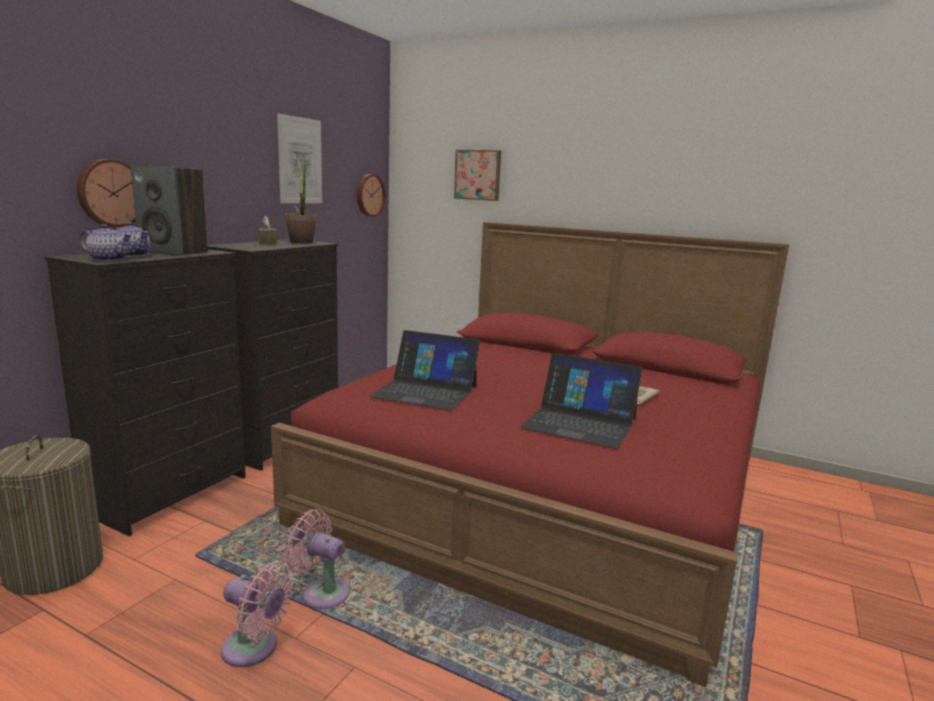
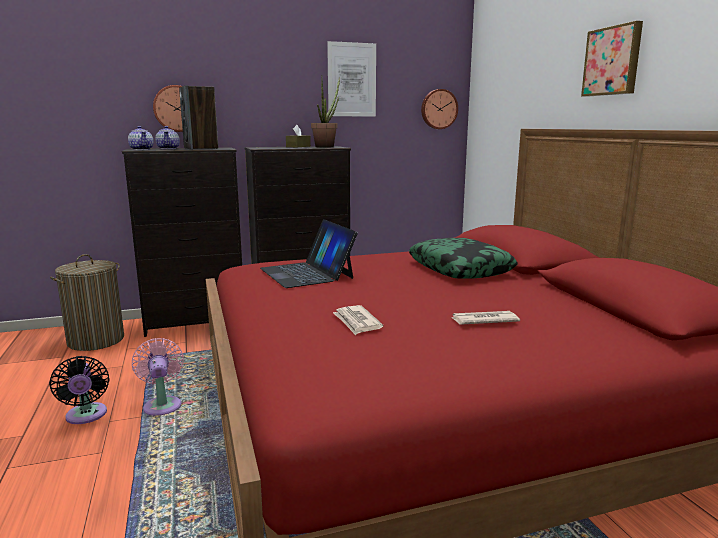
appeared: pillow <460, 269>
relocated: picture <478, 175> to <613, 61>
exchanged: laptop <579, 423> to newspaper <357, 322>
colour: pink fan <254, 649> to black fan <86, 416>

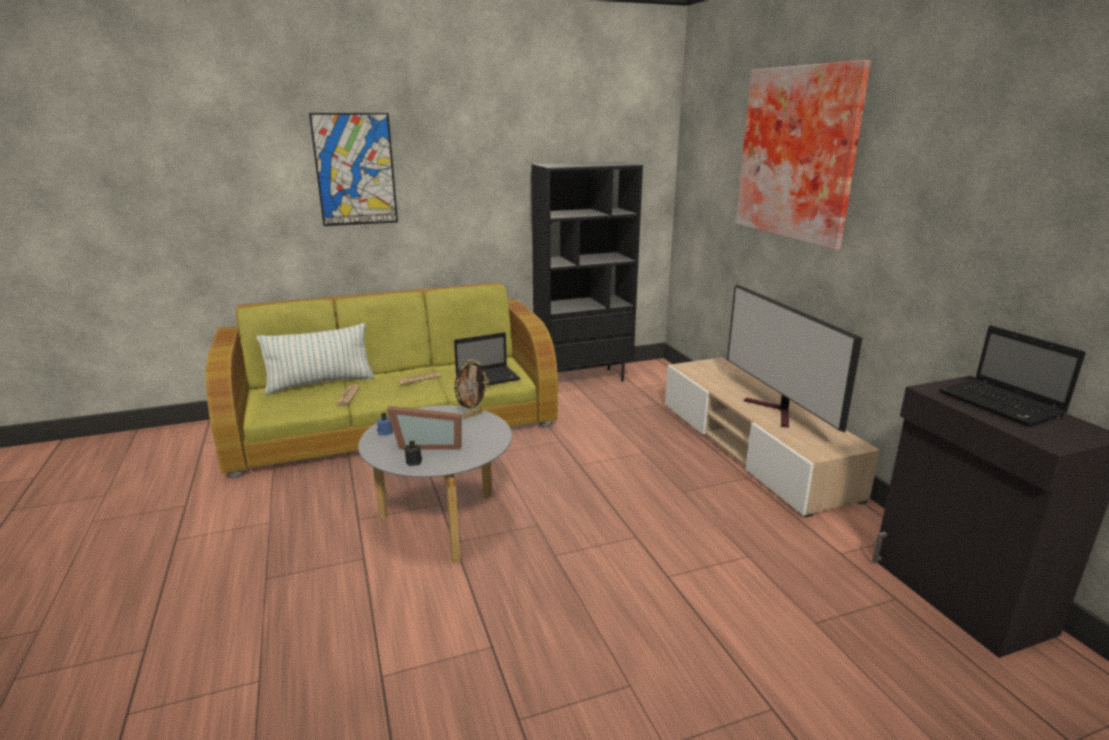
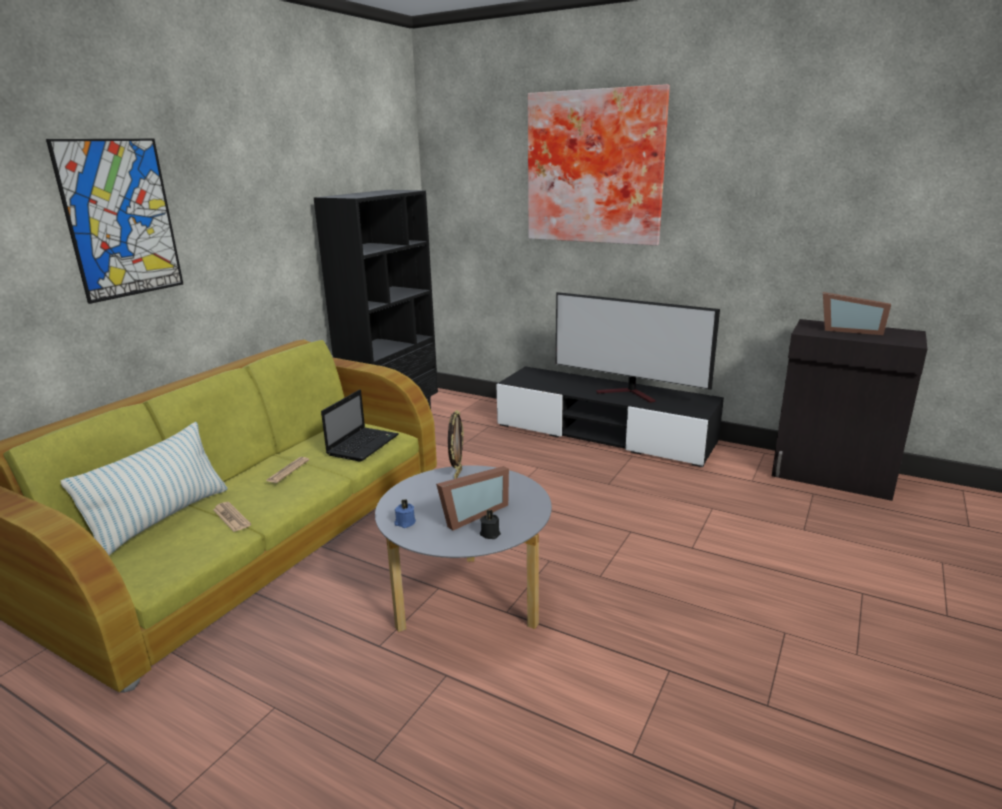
exchanged: laptop <1002, 405> to picture frame <849, 330>
colour: beige tv stand <752, 448> to black tv stand <604, 434>

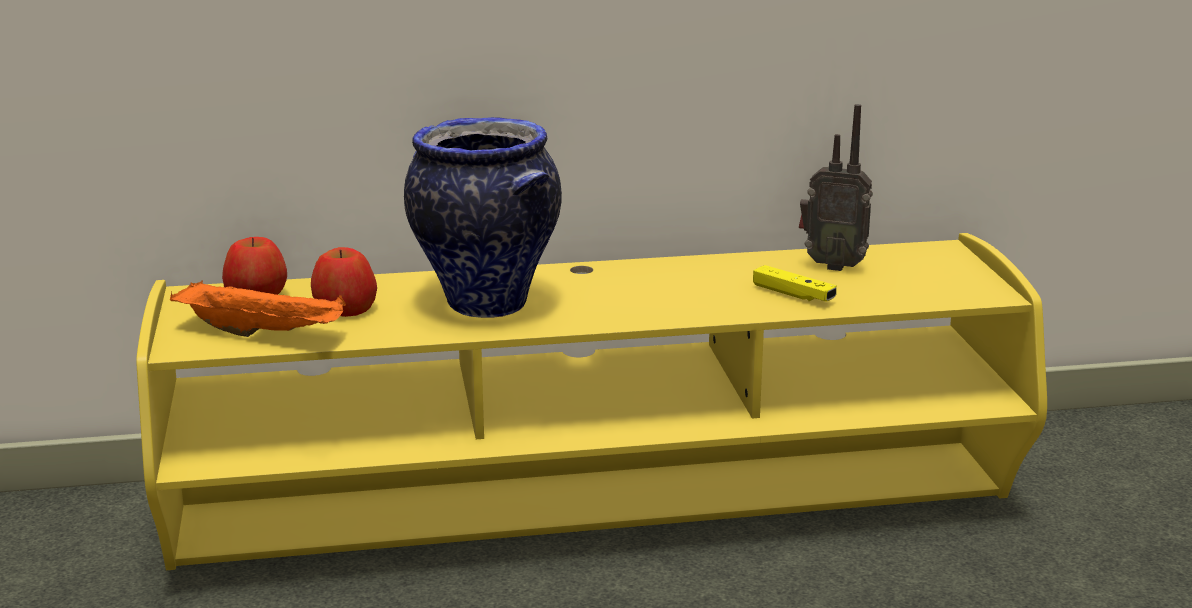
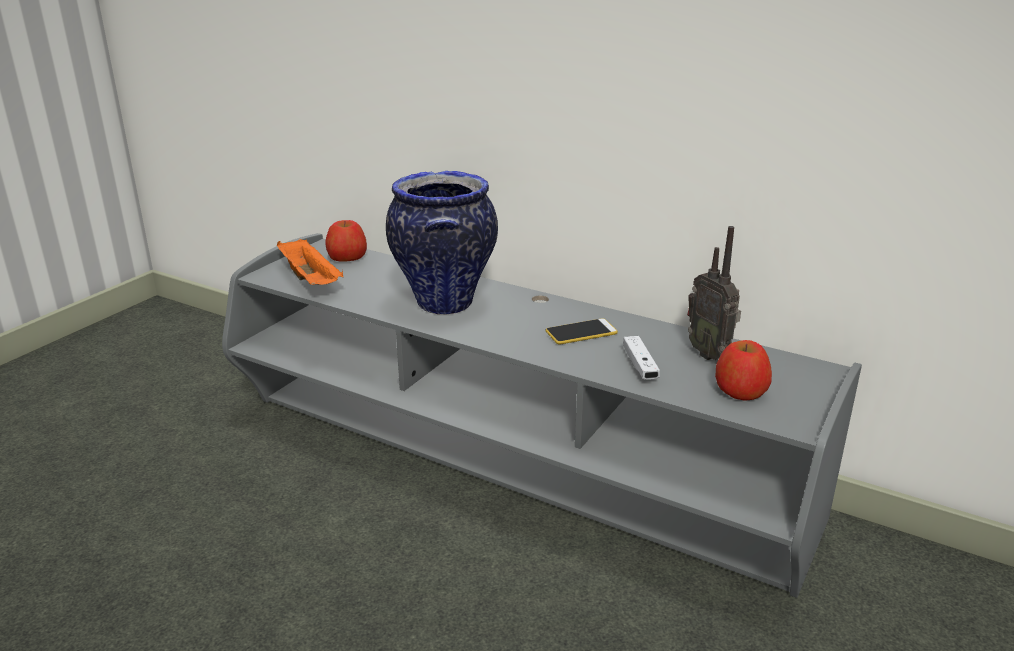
appeared: phone <581, 332>
relocated: apple <345, 308> to <741, 390>
colour: yellow tv stand <597, 507> to grey tv stand <508, 465>; yellow game controller <793, 294> to white game controller <640, 365>

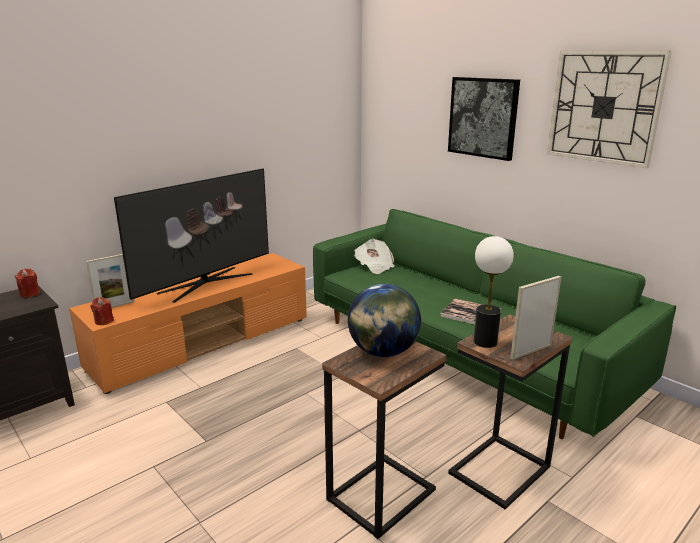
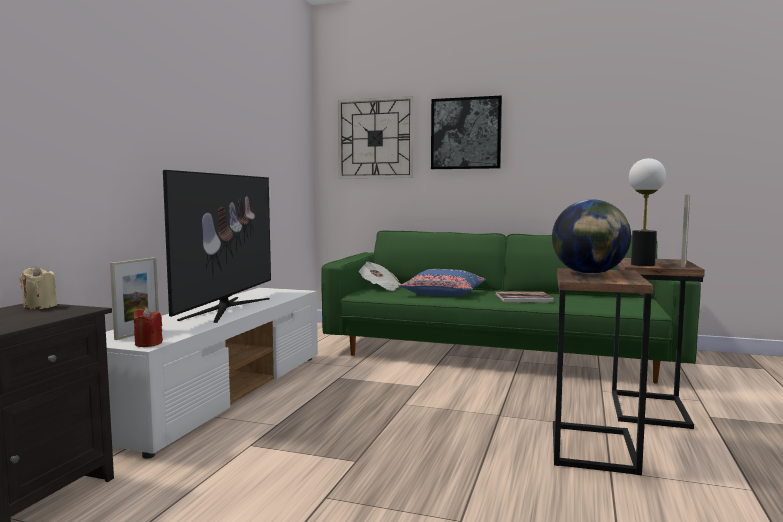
appeared: blue pillow <444, 293>
relocated: wall clock <604, 107> to <375, 138>
colour: orange tv stand <204, 343> to white tv stand <221, 393>; red candle <30, 294> to beige candle <40, 306>

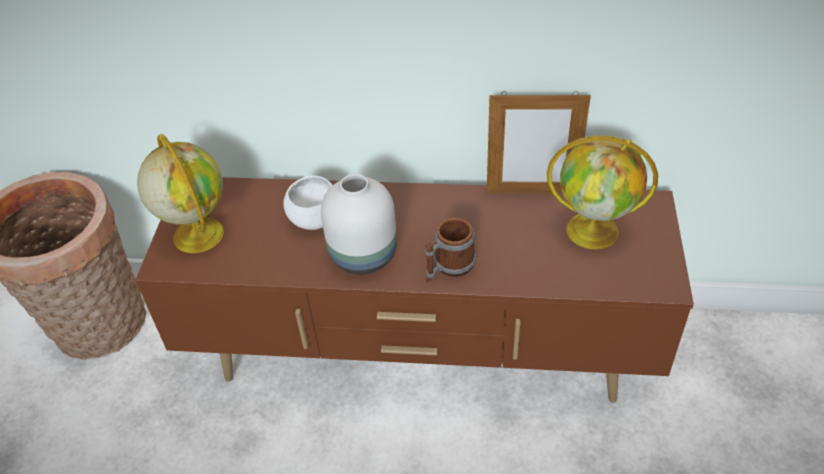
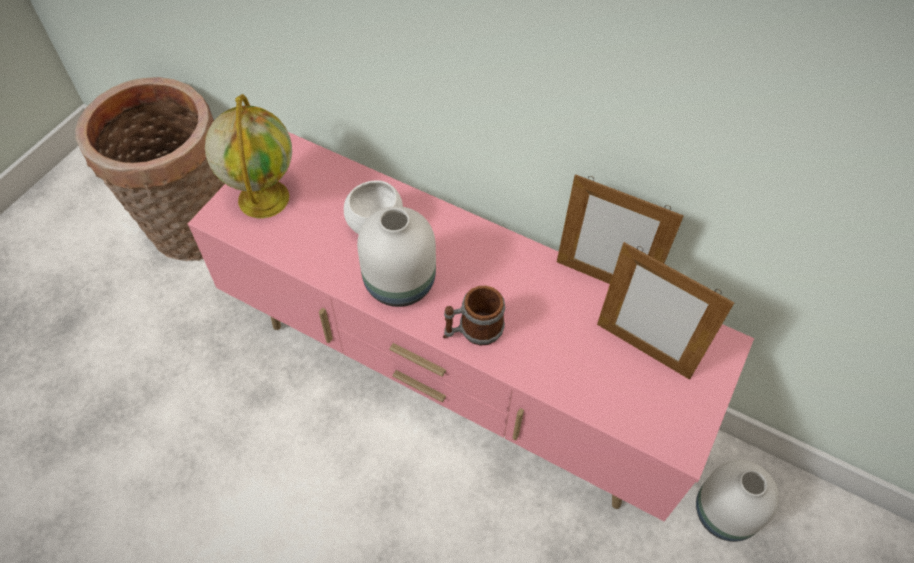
appeared: white vase <722, 514>
exchanged: globe <594, 230> to picture frame <642, 350>
colour: brown tv stand <421, 356> to pink tv stand <456, 379>

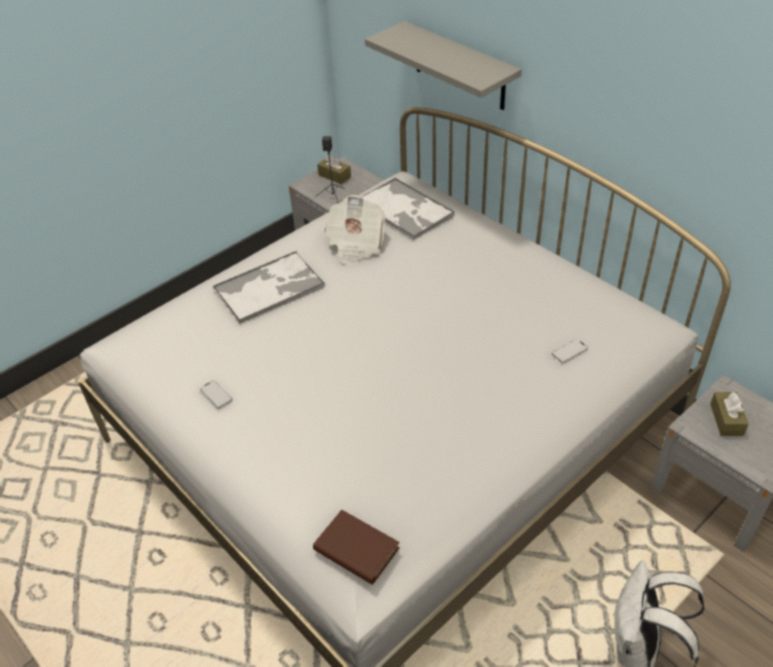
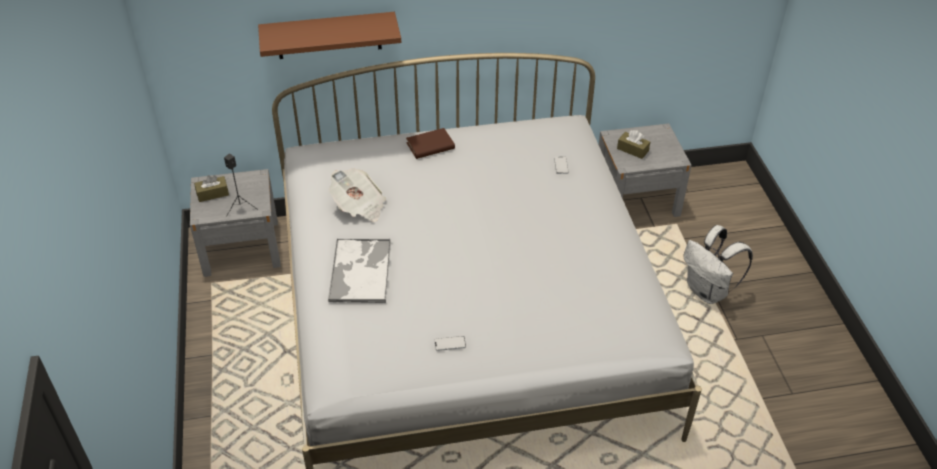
missing: tray <405, 209>
relocated: brown book <356, 549> to <430, 146>
colour: grey shelf <459, 66> to brown shelf <329, 35>

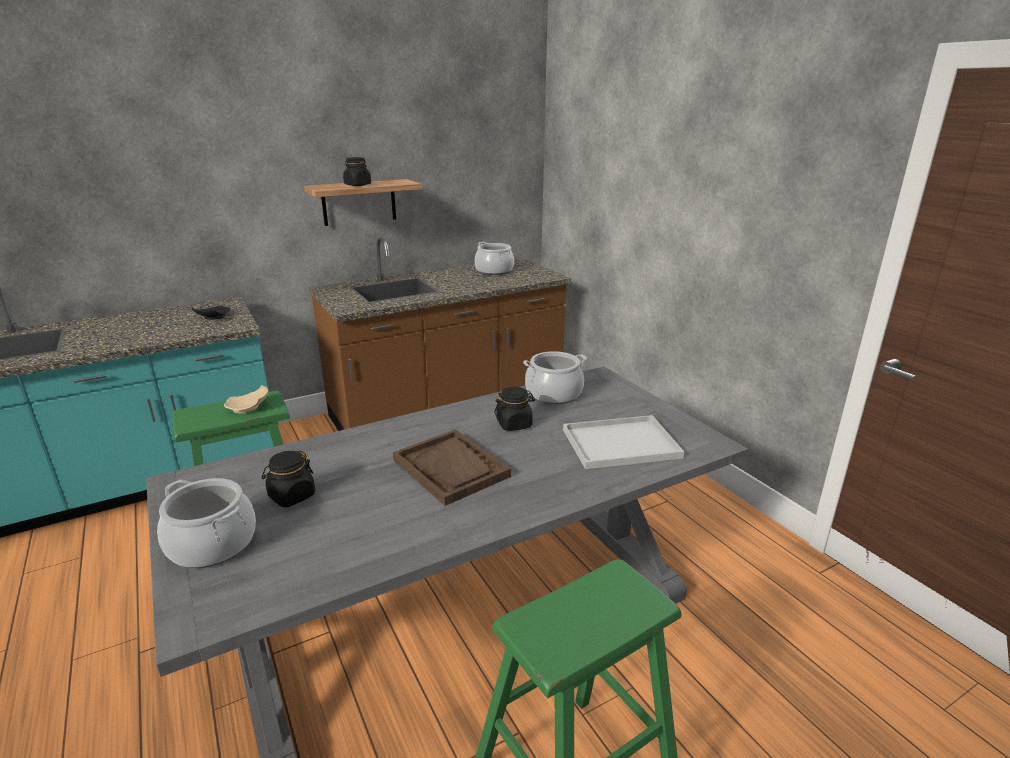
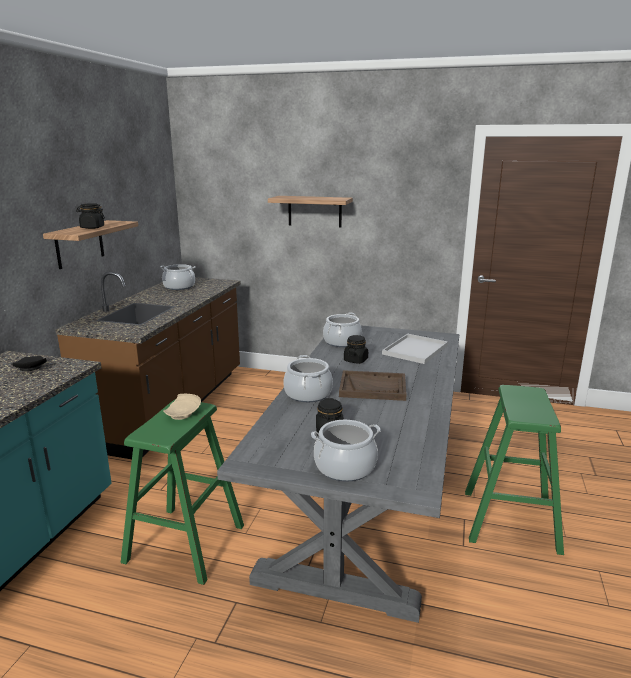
appeared: shelf <314, 211>; cooking pot <308, 394>

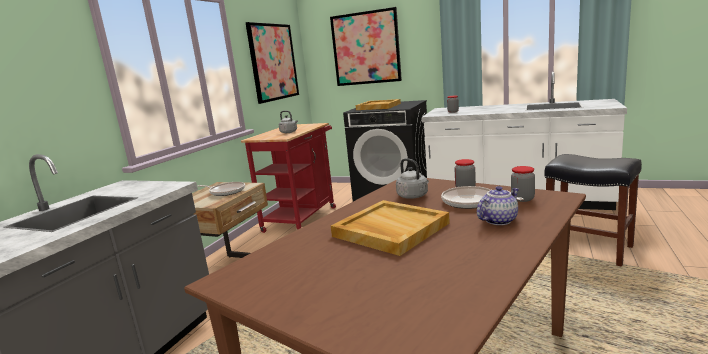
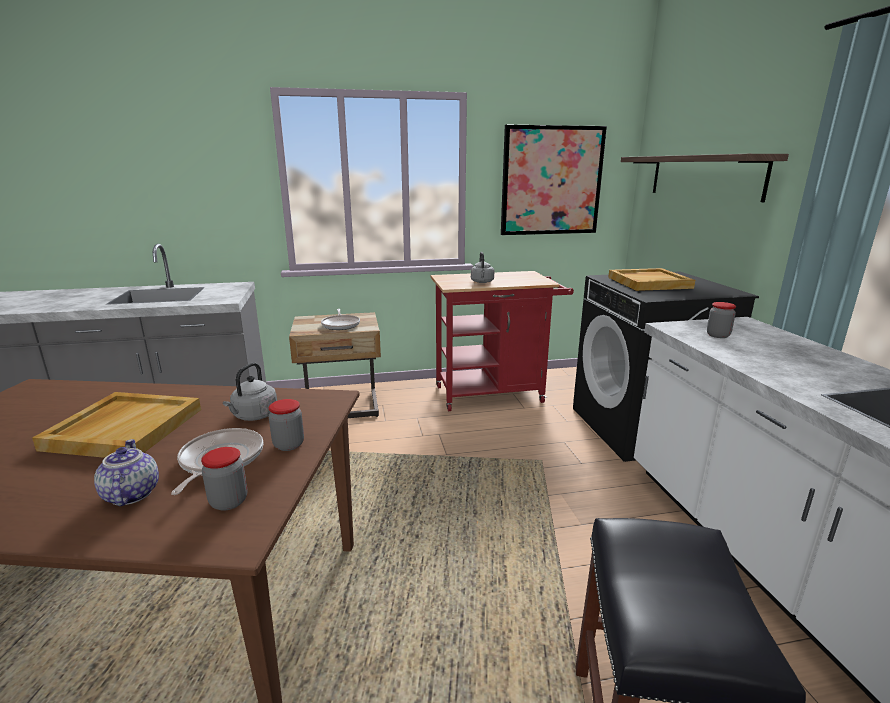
exchanged: picture <366, 48> to shelf <704, 176>
spun: teapot <498, 220> = <130, 494> 135 degrees counterclockwise

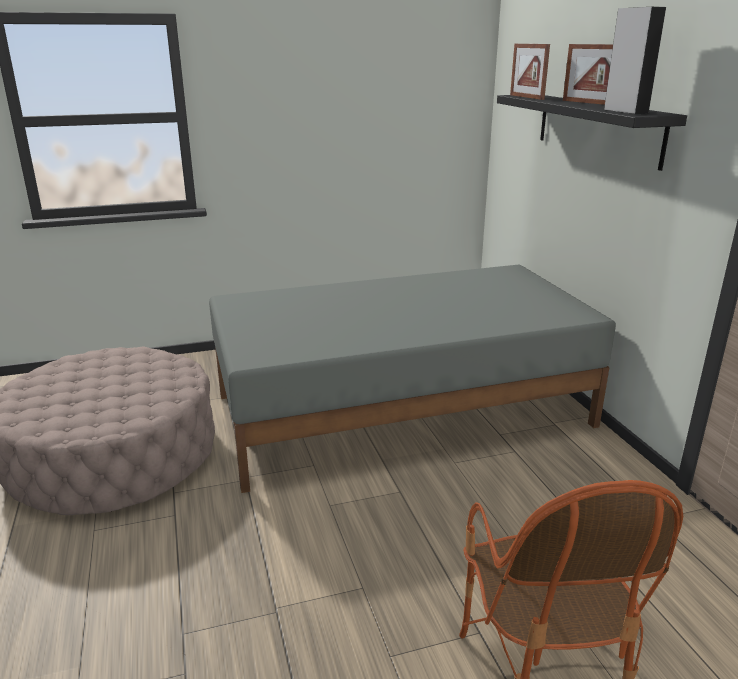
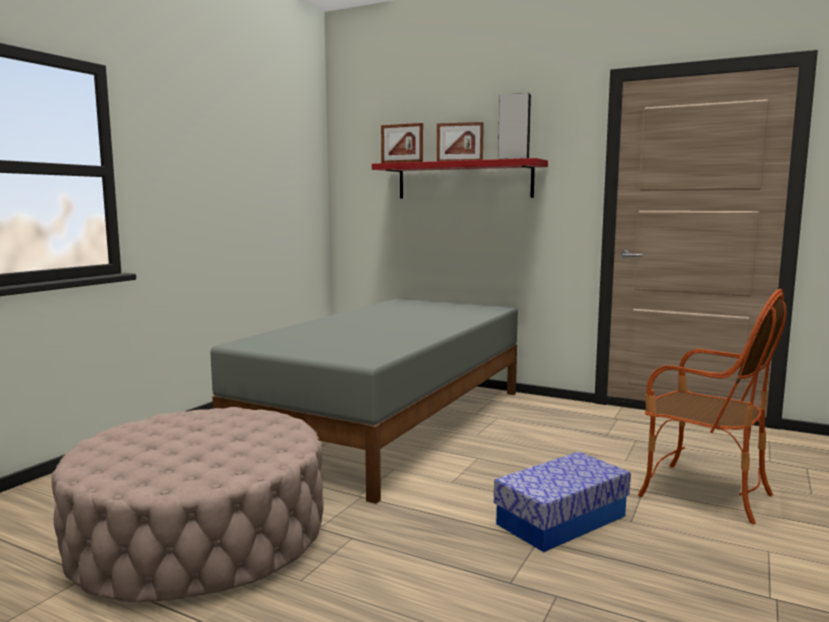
appeared: storage box <561, 520>
colour: black shelf <597, 128> to red shelf <463, 180>

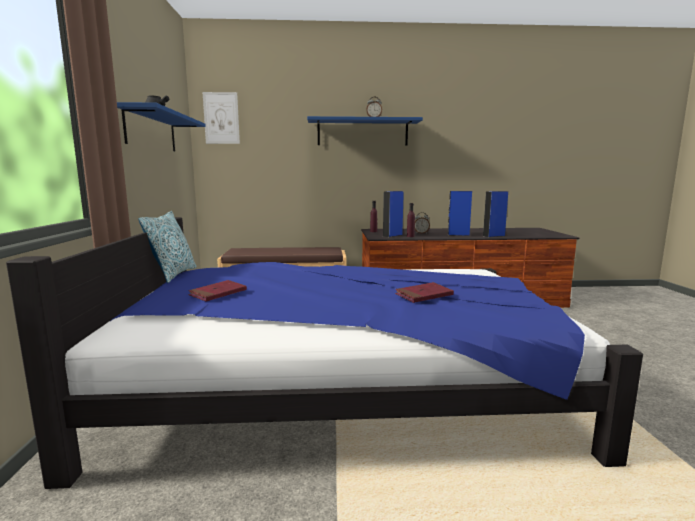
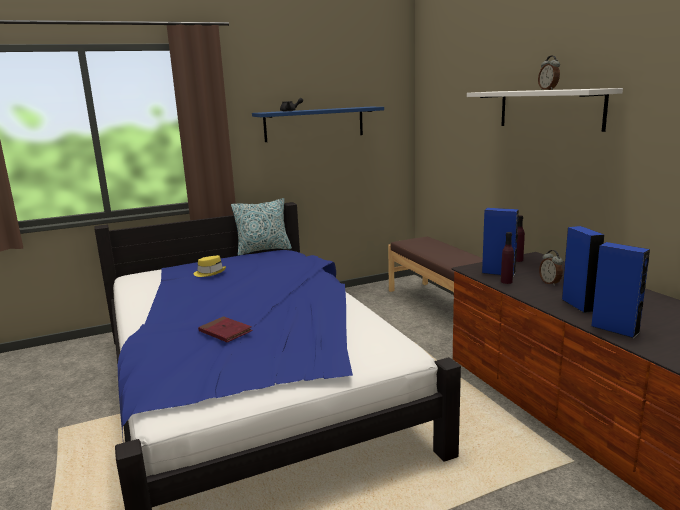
missing: picture <221, 118>
exchanged: red book <218, 293> to yellow hat <210, 273>
colour: blue shelf <362, 132> to white shelf <549, 109>

